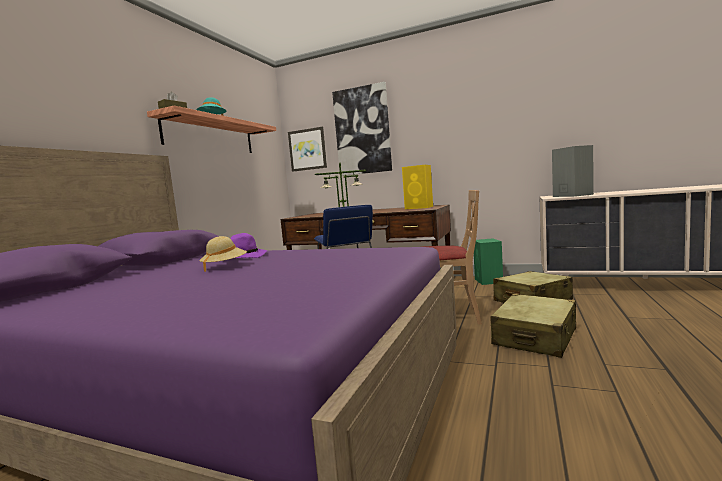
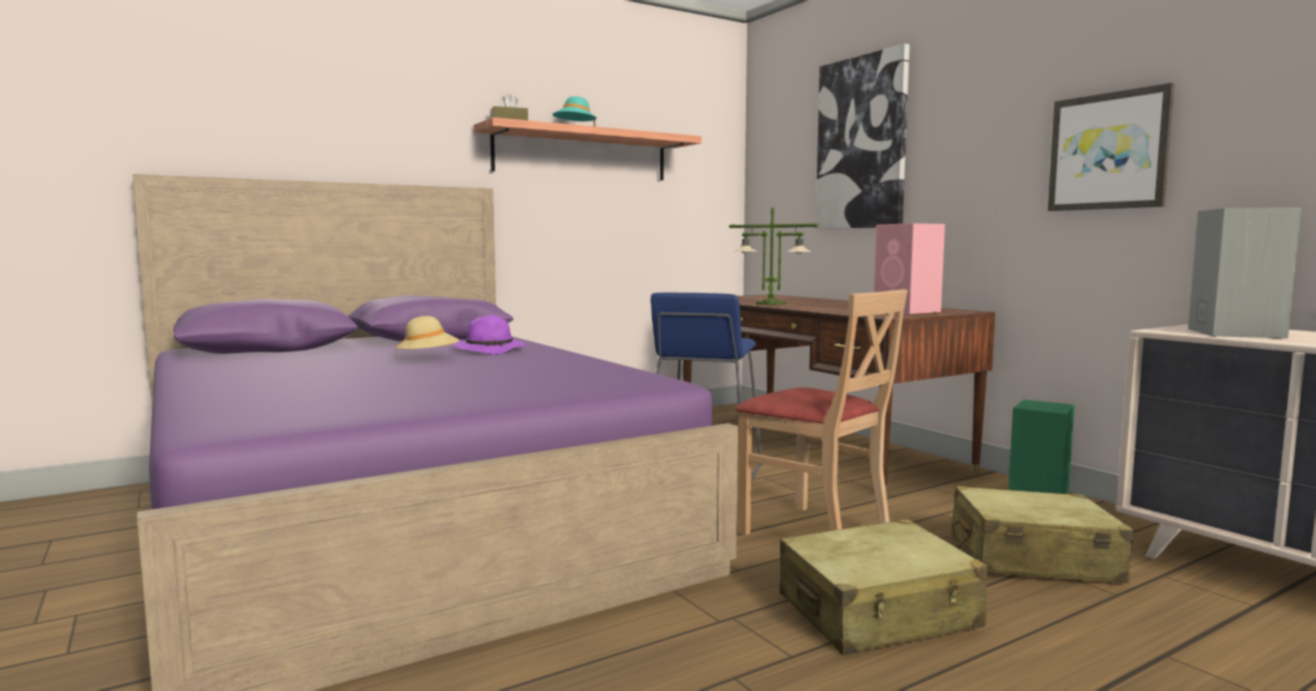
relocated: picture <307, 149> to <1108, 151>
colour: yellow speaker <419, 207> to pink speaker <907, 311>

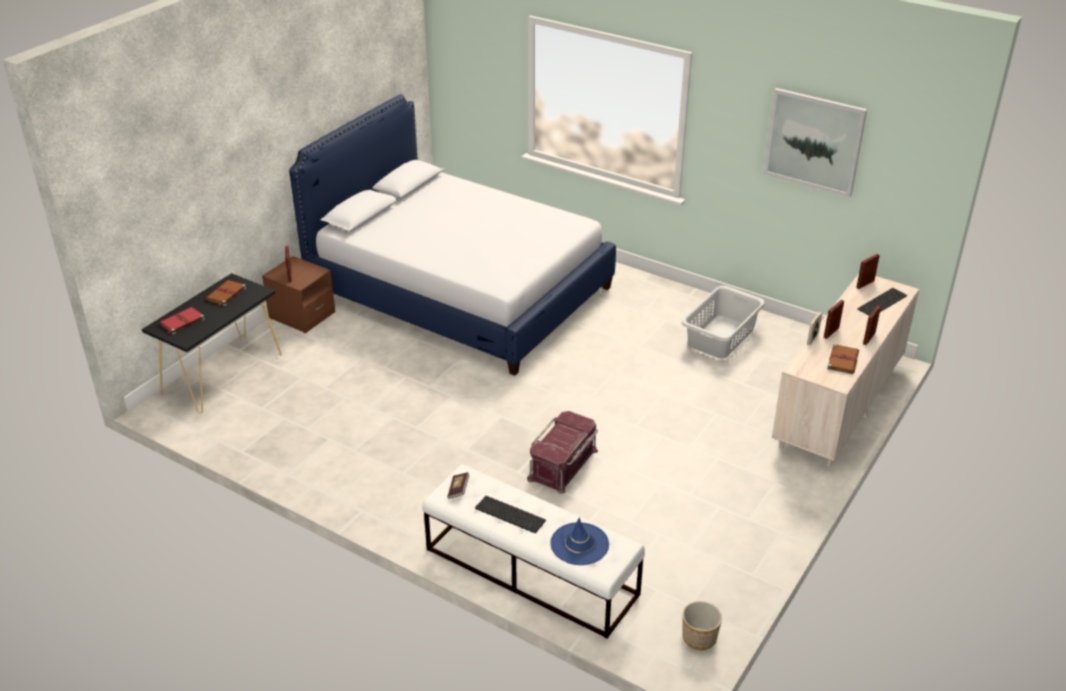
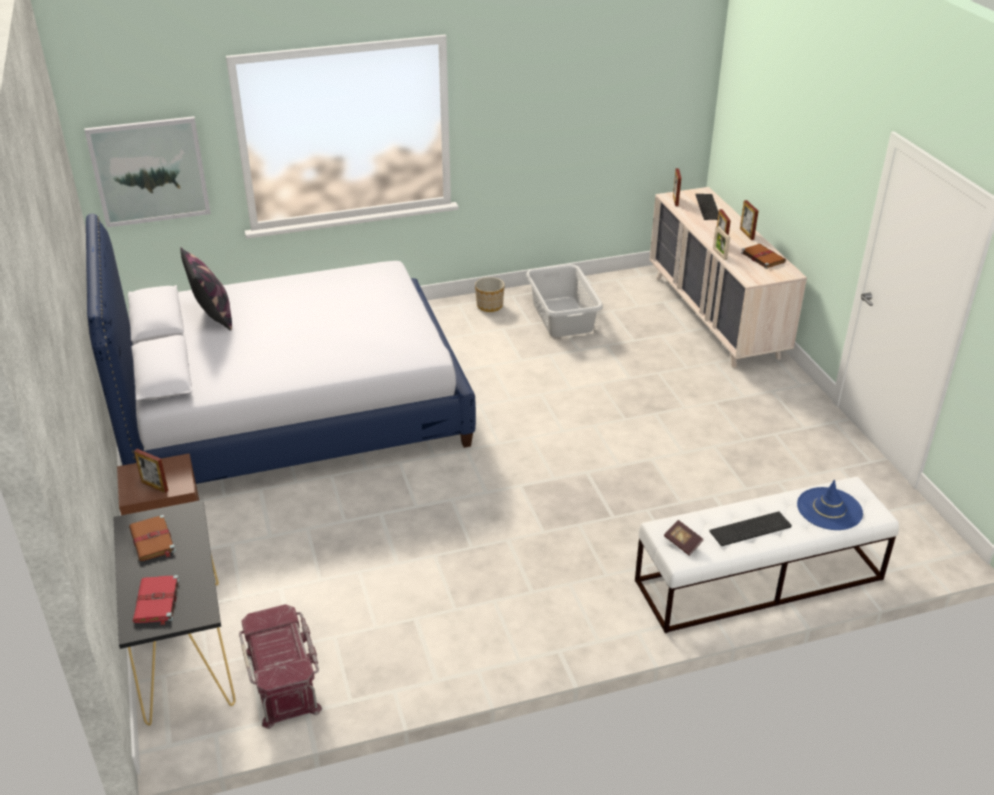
appeared: pillow <213, 316>
relocated: picture <814, 142> to <149, 171>; red storage box <563, 465> to <284, 680>; planter <699, 637> to <489, 306>

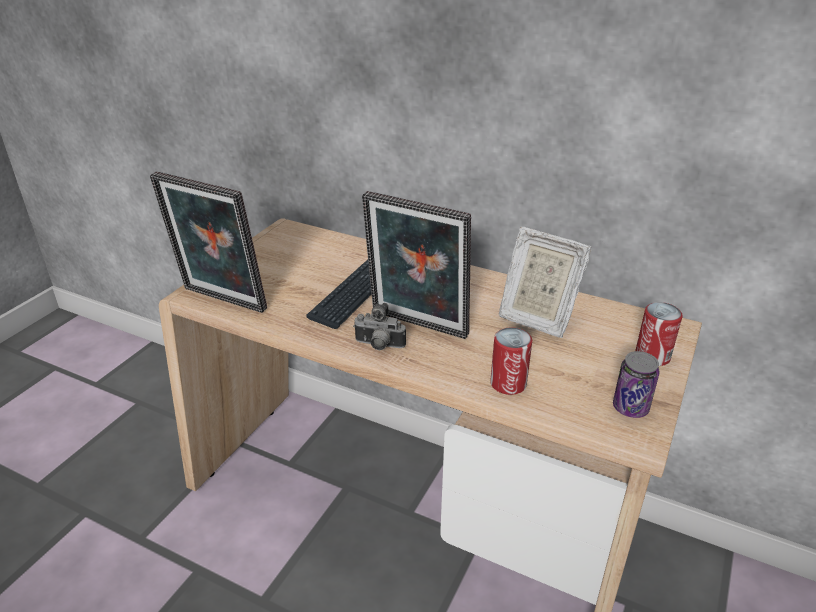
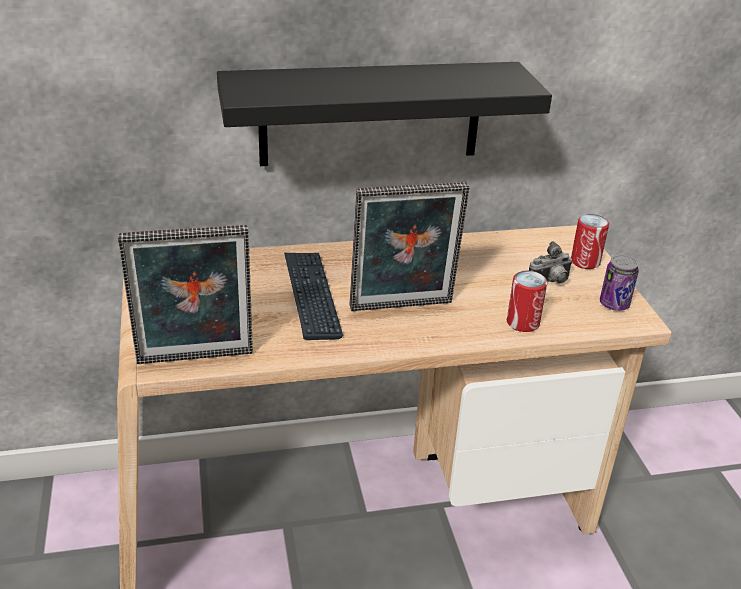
missing: picture frame <536, 317>
appeared: black shelf <370, 114>
relocated: photo camera <378, 346> to <550, 282>

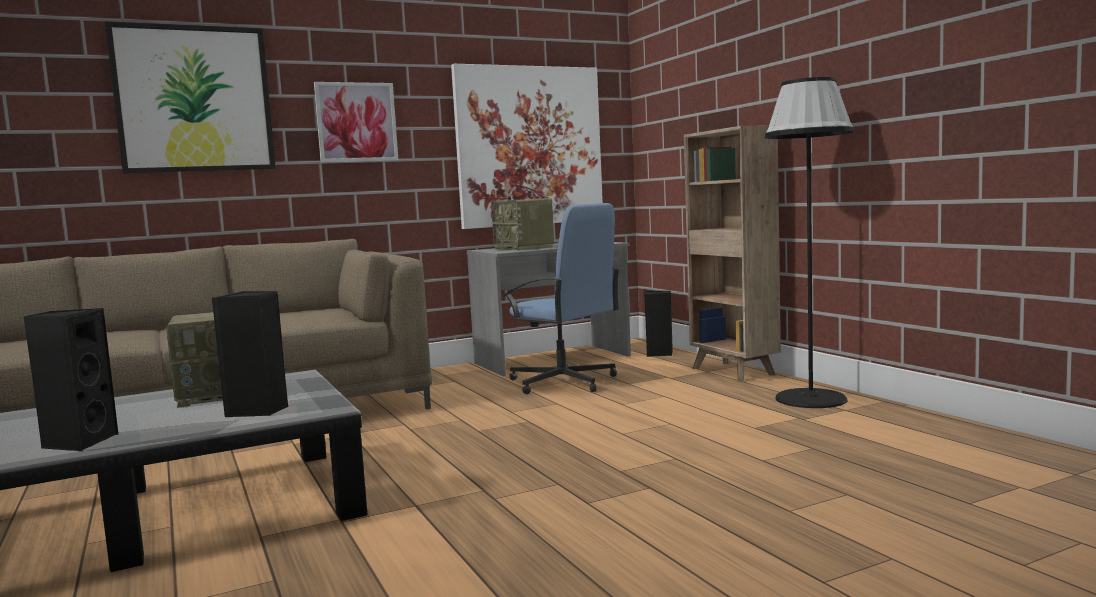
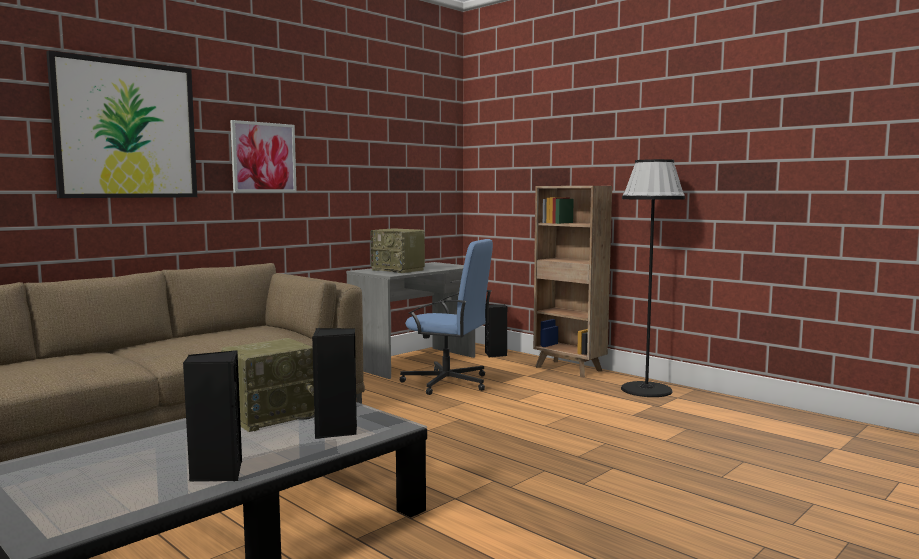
missing: picture <529, 146>

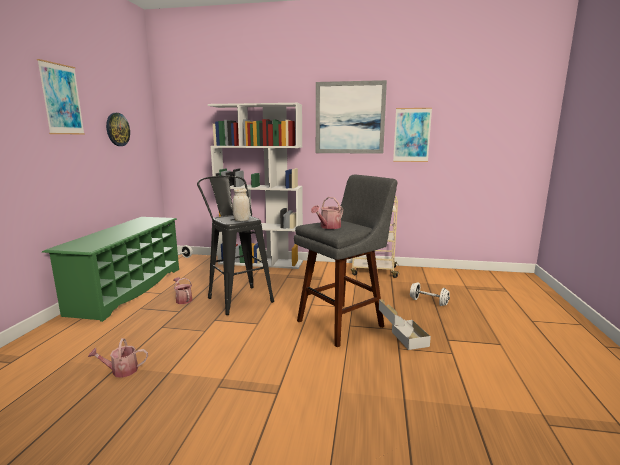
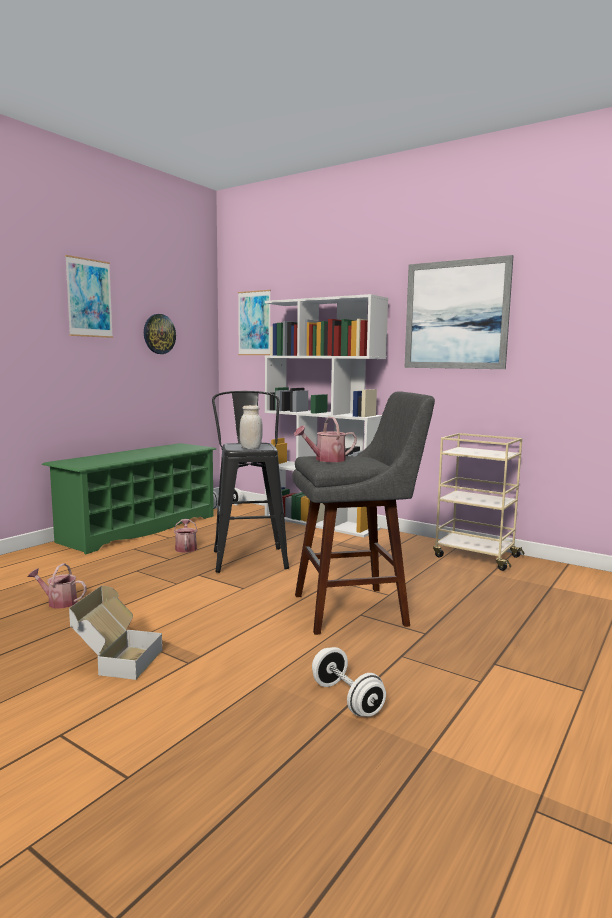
relocated: picture <412, 135> to <254, 323>; white dumbbell <428, 302> to <346, 699>; cardboard box <401, 340> to <117, 660>

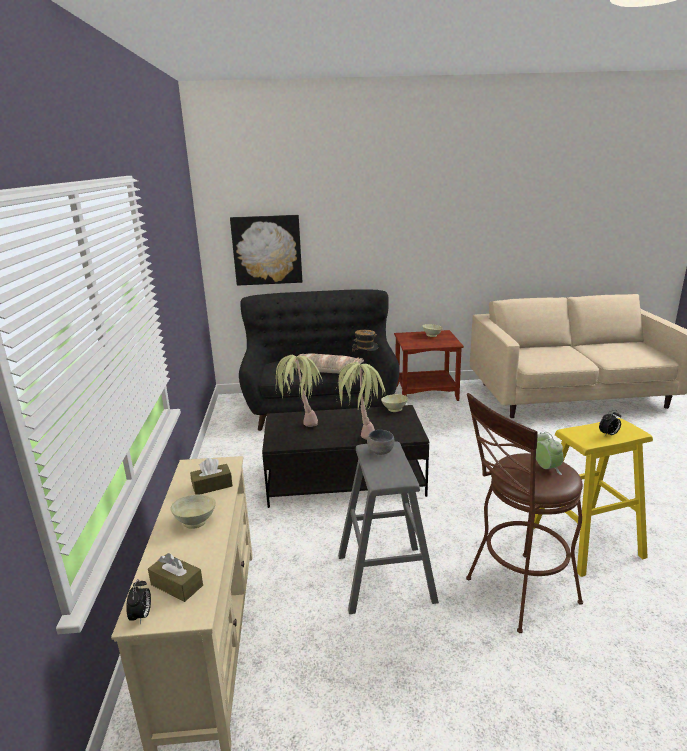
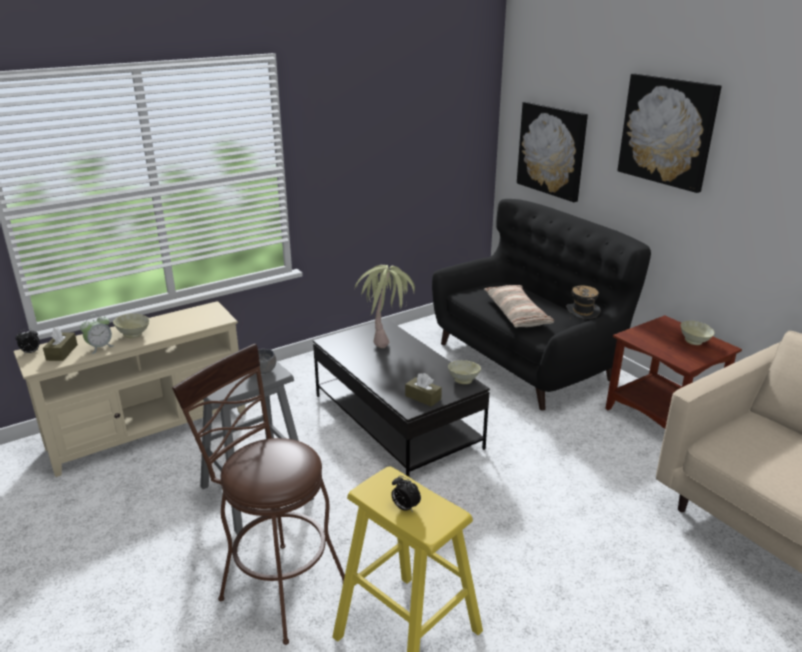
missing: potted plant <360, 431>
appeared: picture <667, 131>
relocated: alarm clock <546, 469> to <100, 347>; brown tissue box <212, 486> to <423, 397>

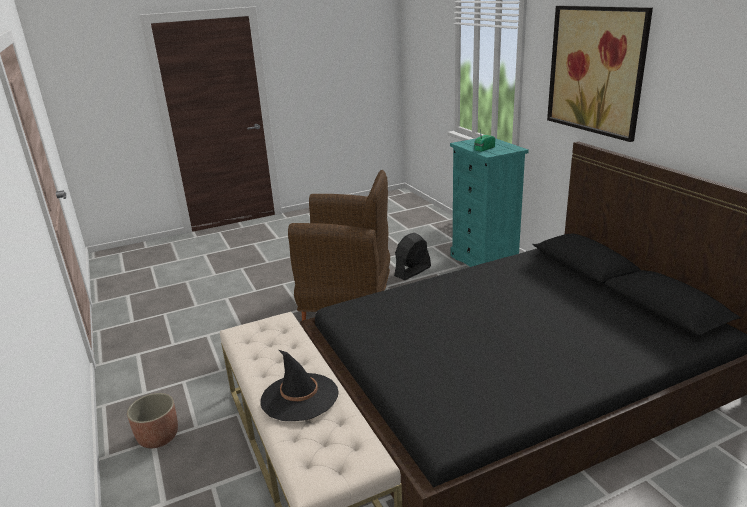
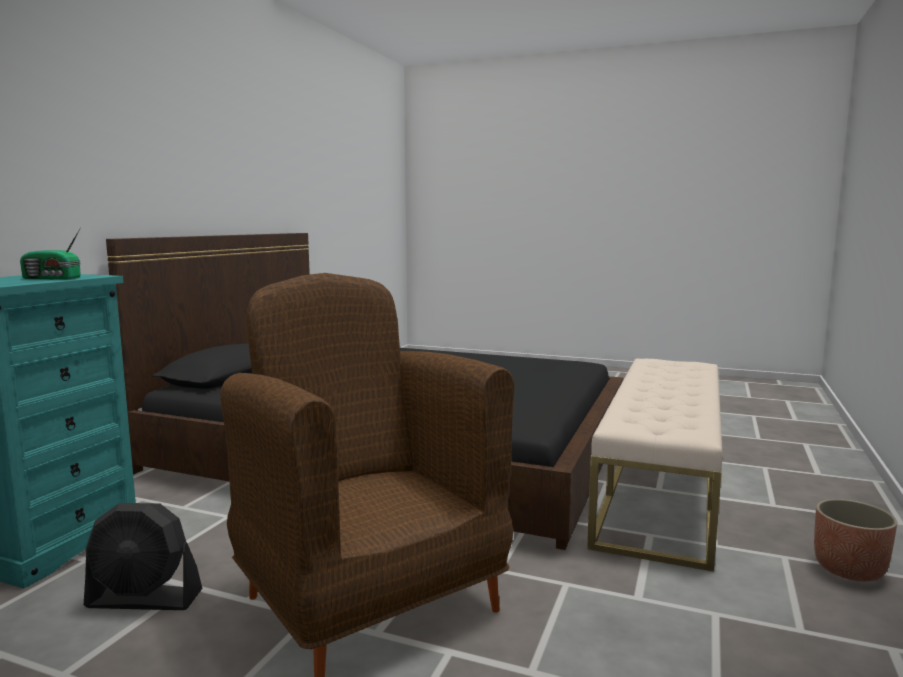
missing: picture <596, 70>; black hat <299, 397>

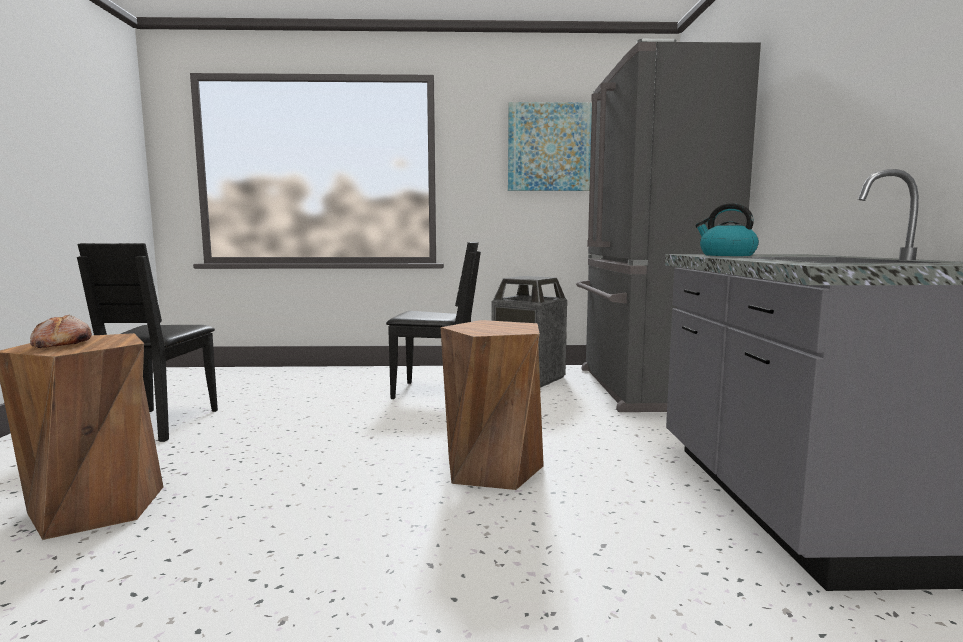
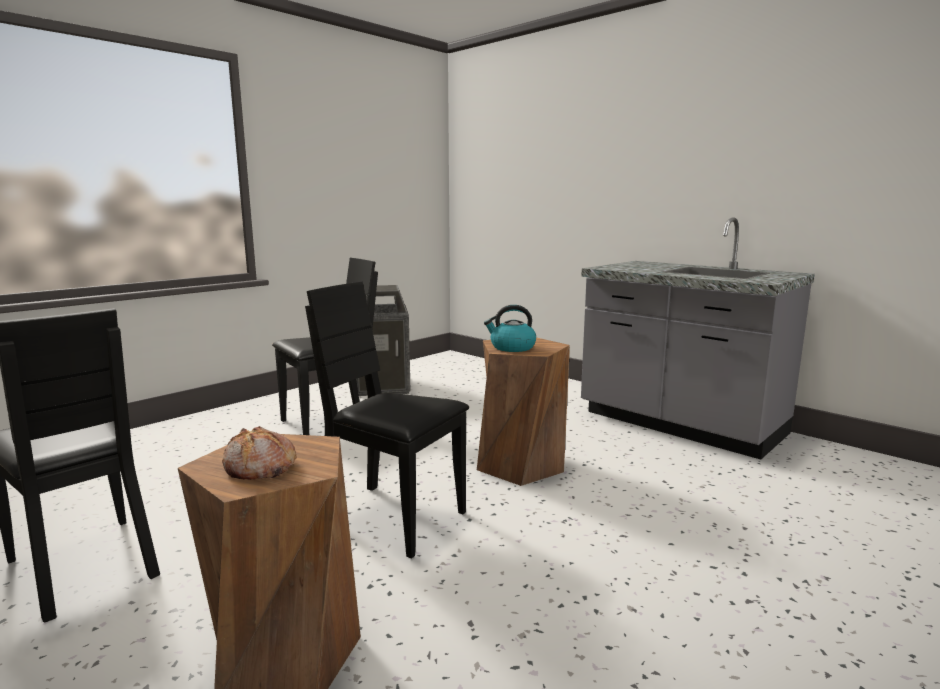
missing: grey fridge <643, 388>; picture <550, 147>
appeared: black chair <393, 518>
relocated: kettle <726, 255> to <512, 347>

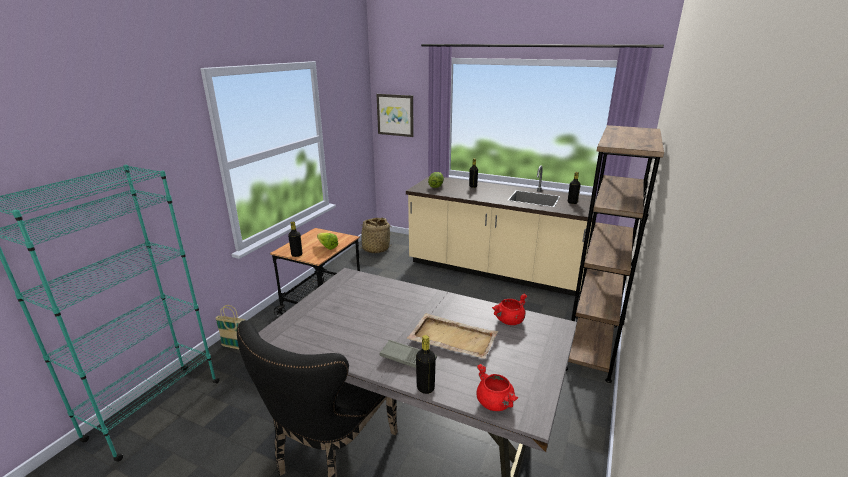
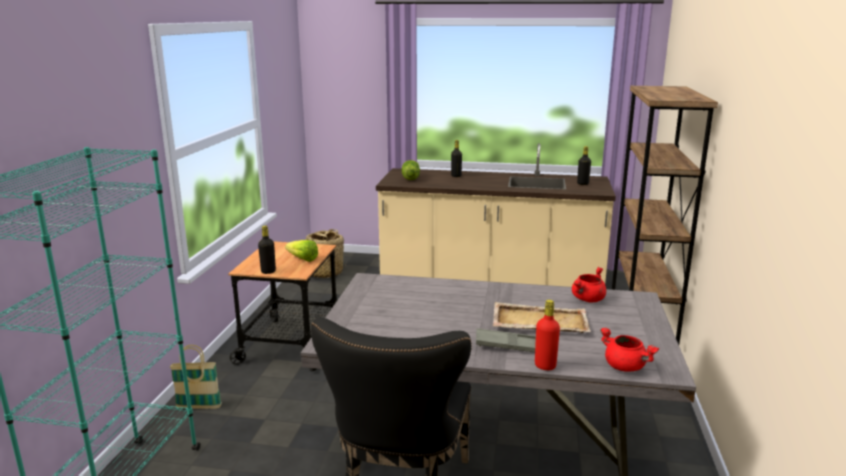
missing: picture <395, 115>
colour: black bottle <425, 388> to red bottle <545, 366>

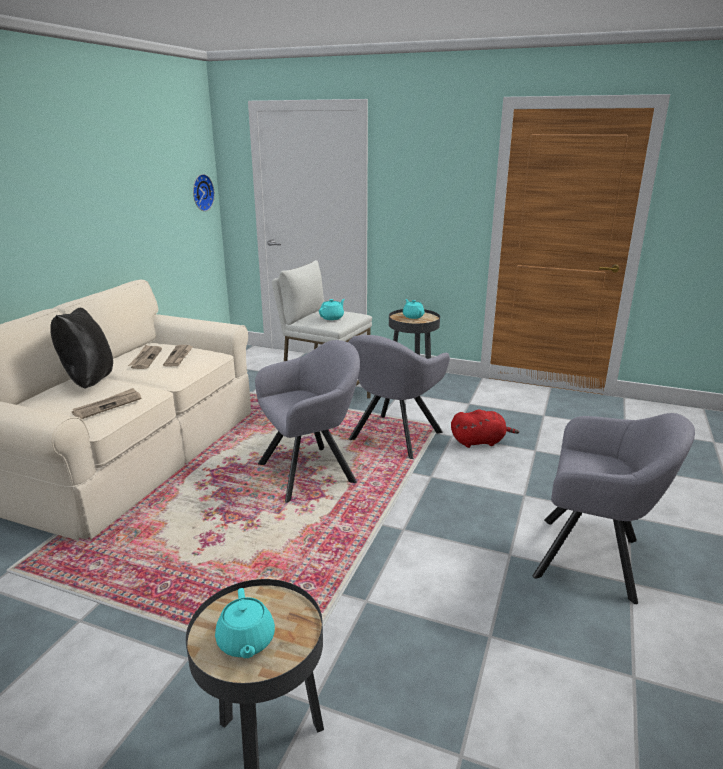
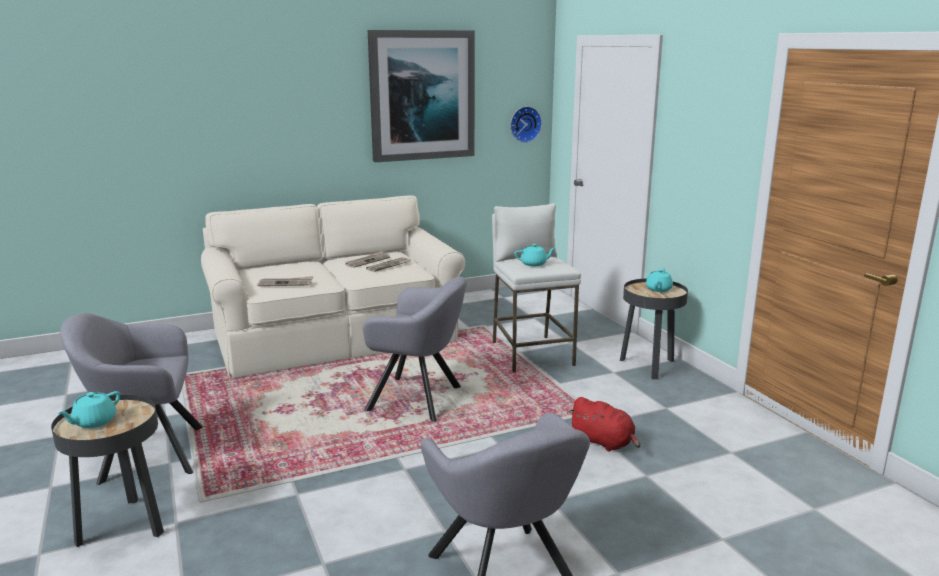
missing: black pillow <88, 383>
appeared: picture <422, 95>
relocated: grey armchair <392, 438> to <145, 454>

